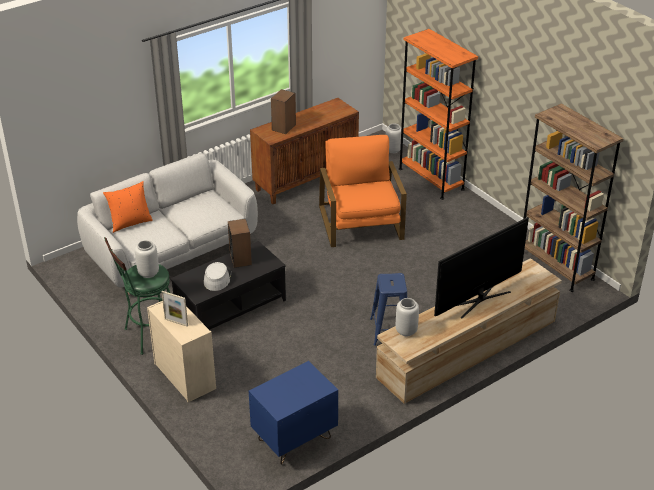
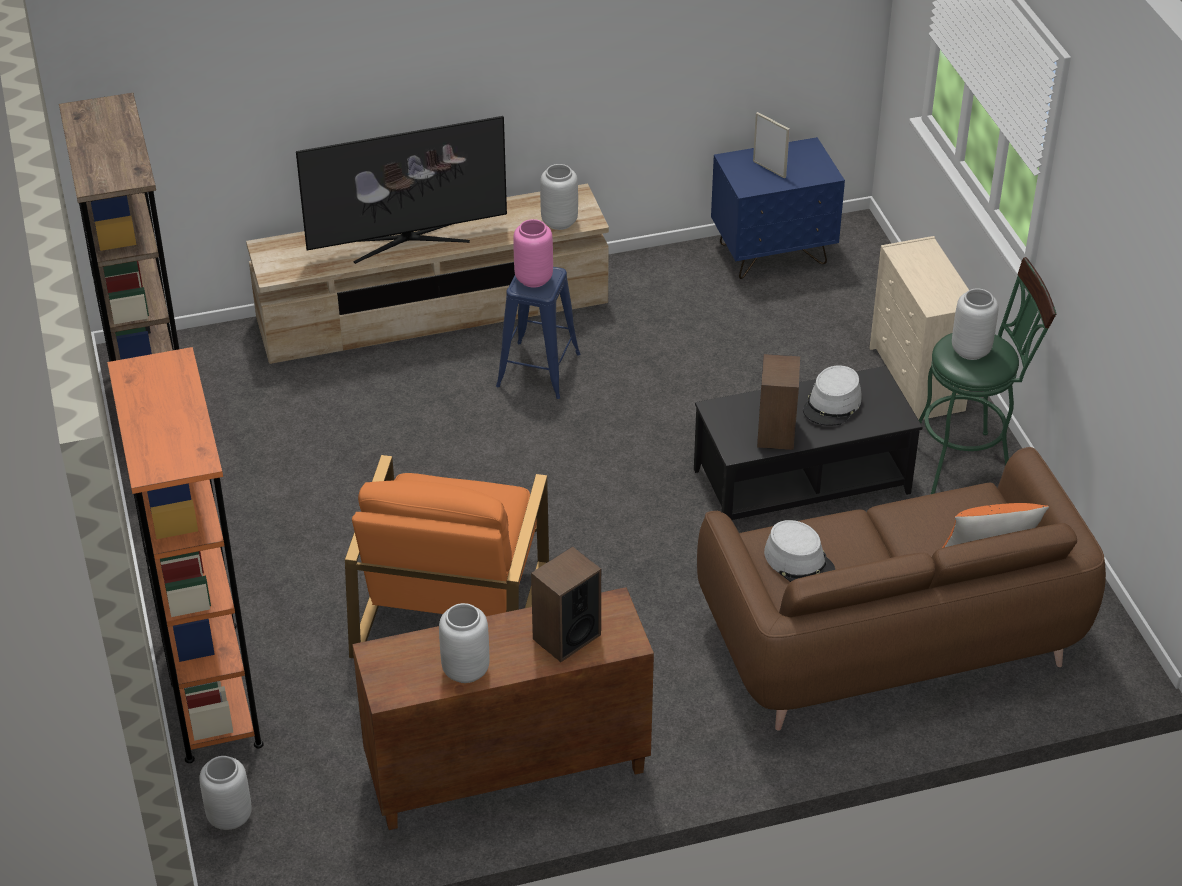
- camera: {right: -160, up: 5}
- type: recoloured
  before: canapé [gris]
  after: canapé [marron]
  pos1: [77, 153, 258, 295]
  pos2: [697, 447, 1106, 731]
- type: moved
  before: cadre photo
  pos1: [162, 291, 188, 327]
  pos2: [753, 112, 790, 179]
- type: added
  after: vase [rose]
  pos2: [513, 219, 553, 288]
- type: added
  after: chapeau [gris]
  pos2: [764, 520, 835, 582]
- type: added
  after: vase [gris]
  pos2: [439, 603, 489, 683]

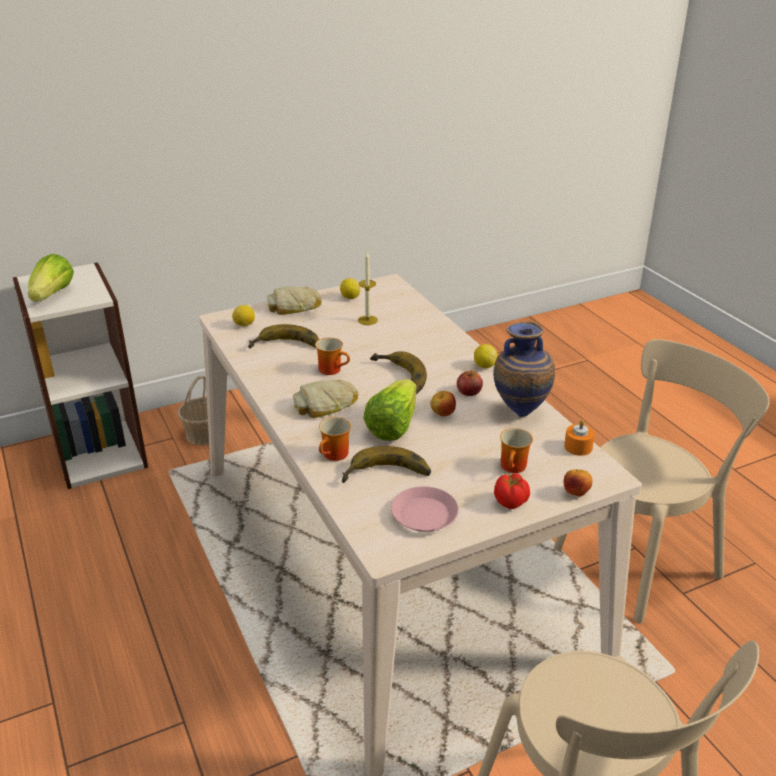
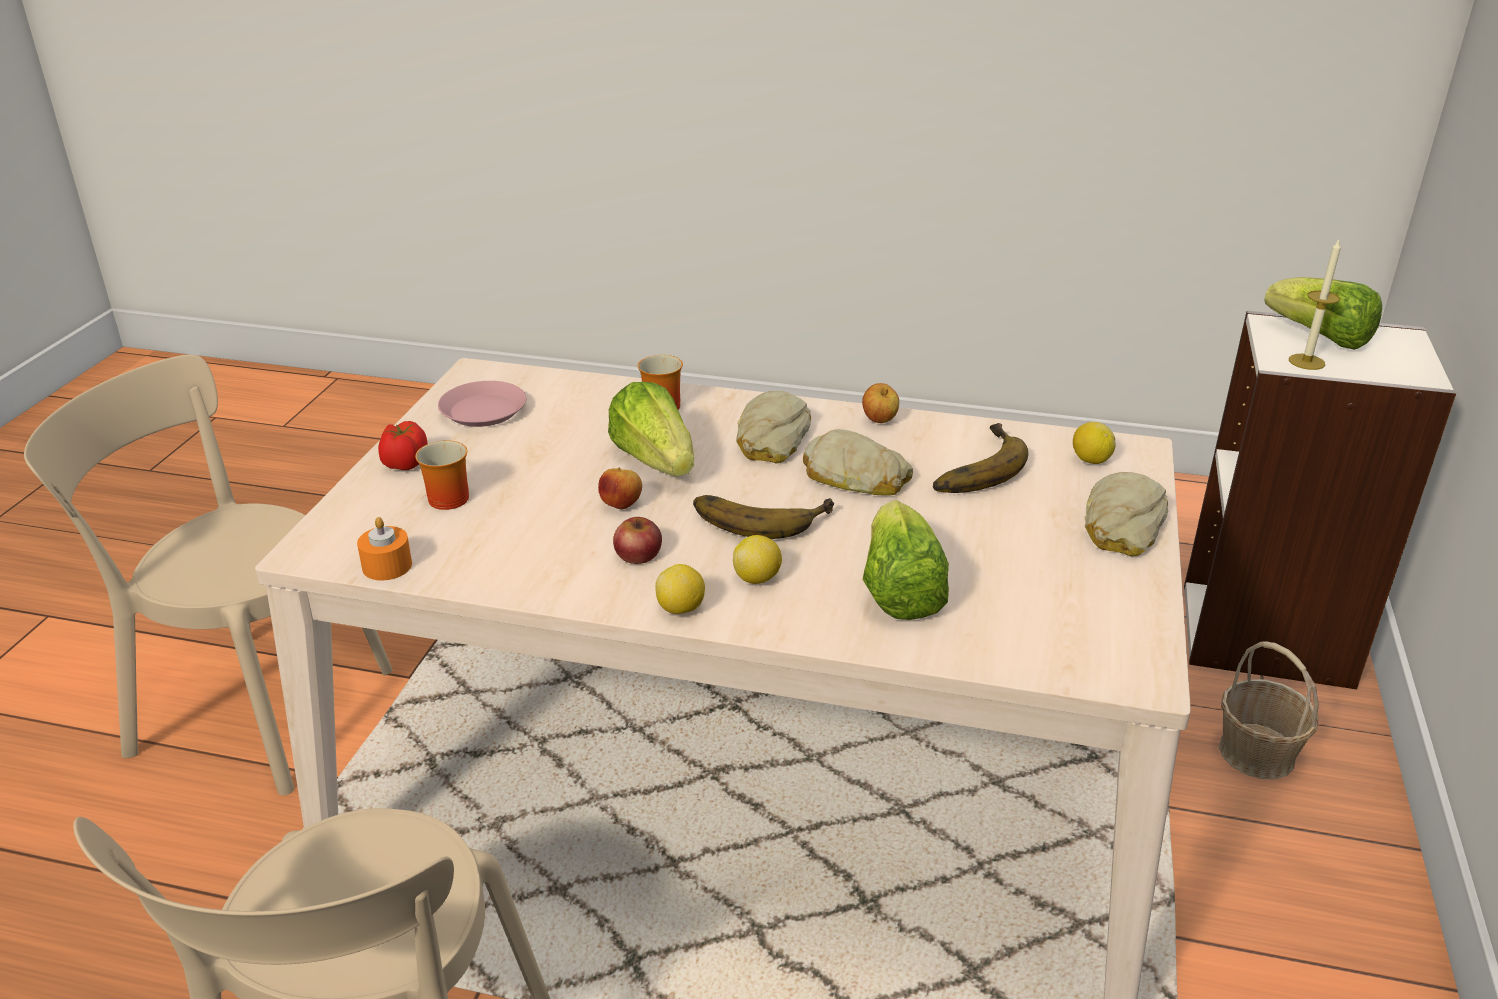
- camera: {right: 130, up: 0}
- type: moved
  before: bougie
  pos1: [358, 252, 378, 325]
  pos2: [1289, 240, 1341, 370]
- type: moved
  before: citron
  pos1: [340, 278, 360, 299]
  pos2: [733, 535, 782, 584]
- type: removed
  before: vase
  pos1: [493, 321, 555, 417]
- type: replaced
  before: mug
  after: pain
  pos1: [315, 337, 350, 375]
  pos2: [803, 429, 913, 495]
- type: removed
  before: banane
  pos1: [342, 446, 431, 483]
- type: moved
  before: pomme
  pos1: [563, 469, 593, 497]
  pos2: [862, 383, 899, 423]
- type: added
  after: laitue
  pos2: [863, 500, 949, 620]

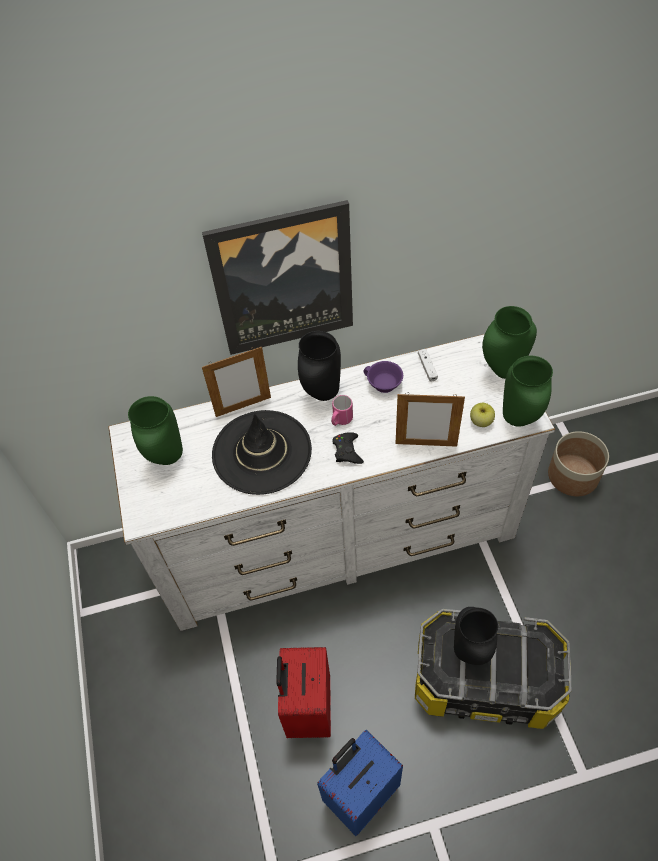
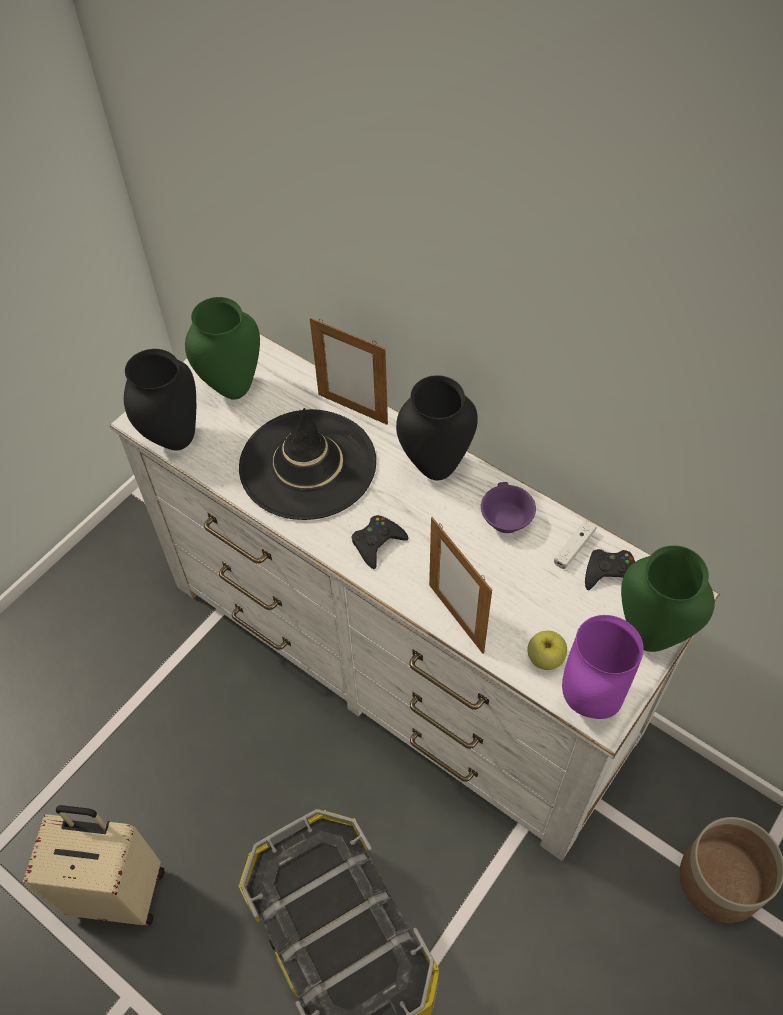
- camera: {right: 50, up: 0}
- type: removed
  before: tableau
  pos1: [202, 200, 353, 355]
- type: recoloured
  before: vase [vert]
  after: vase [violet]
  pos1: [503, 356, 553, 427]
  pos2: [562, 615, 644, 719]
- type: removed
  before: mug [rose]
  pos1: [331, 395, 353, 426]
- type: moved
  before: vase [noir]
  pos1: [454, 607, 498, 665]
  pos2: [124, 349, 196, 451]
- type: removed
  before: valise [rouge]
  pos1: [276, 647, 331, 738]
- type: recoloured
  before: valise [bleu]
  after: valise [beige]
  pos1: [317, 730, 403, 836]
  pos2: [23, 805, 164, 926]
- type: added
  after: manette [noir]
  pos2: [585, 549, 635, 590]

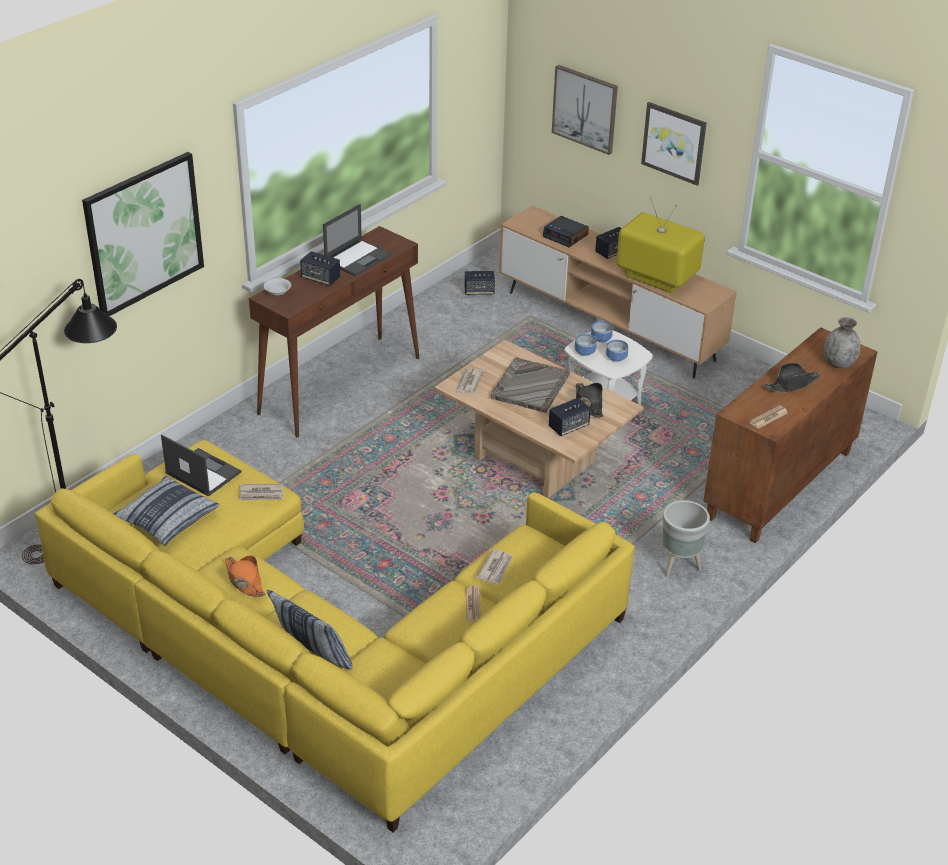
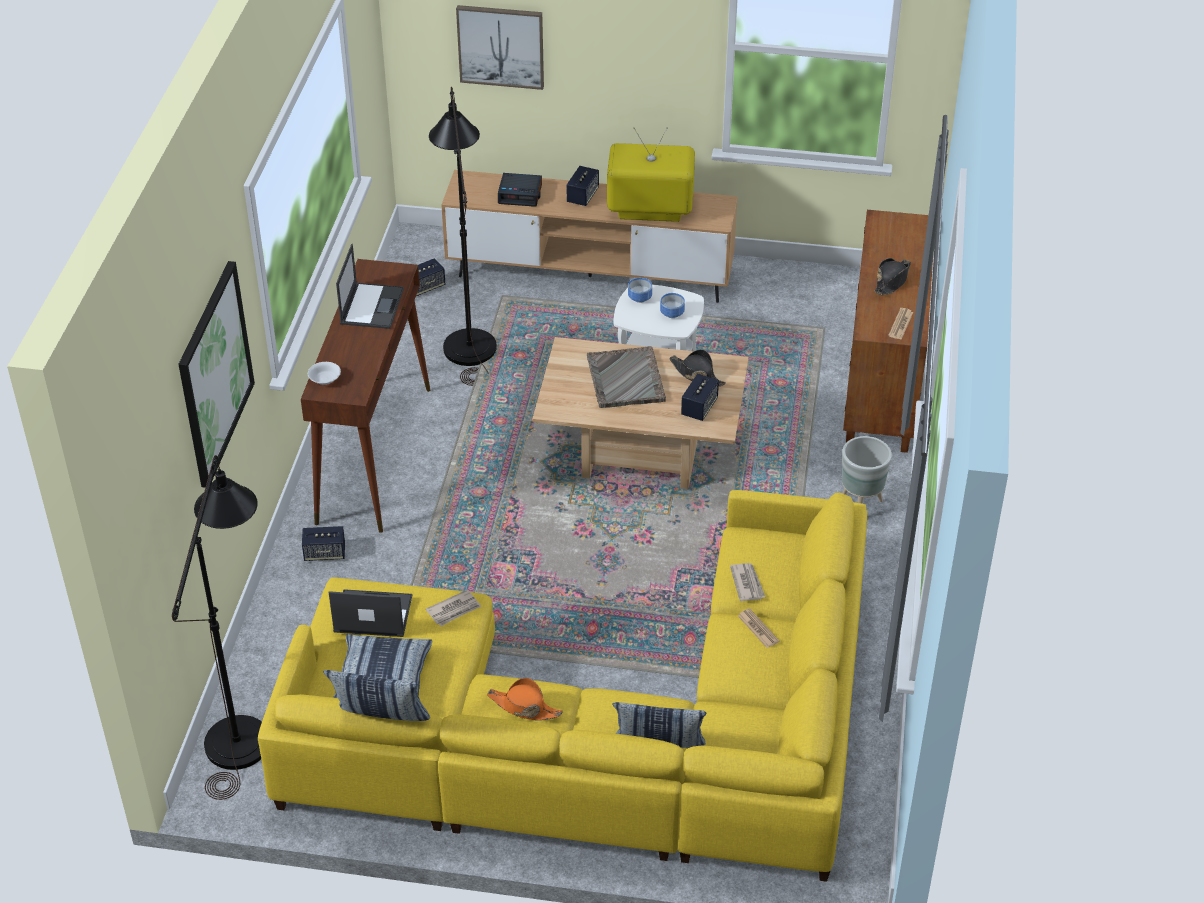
- camera: {right: -30, up: 5}
- type: removed
  before: tableau
  pos1: [641, 102, 707, 186]
- type: moved
  before: enceinte
  pos1: [300, 251, 340, 286]
  pos2: [302, 526, 345, 561]
- type: removed
  before: vase [gris]
  pos1: [824, 317, 861, 368]
- type: removed
  before: bol
  pos1: [574, 334, 597, 356]
- type: removed
  before: journal
  pos1: [455, 368, 484, 394]
- type: added
  after: lampadaire [noir]
  pos2: [429, 87, 497, 386]
- type: added
  after: coussin
  pos2: [323, 670, 430, 721]

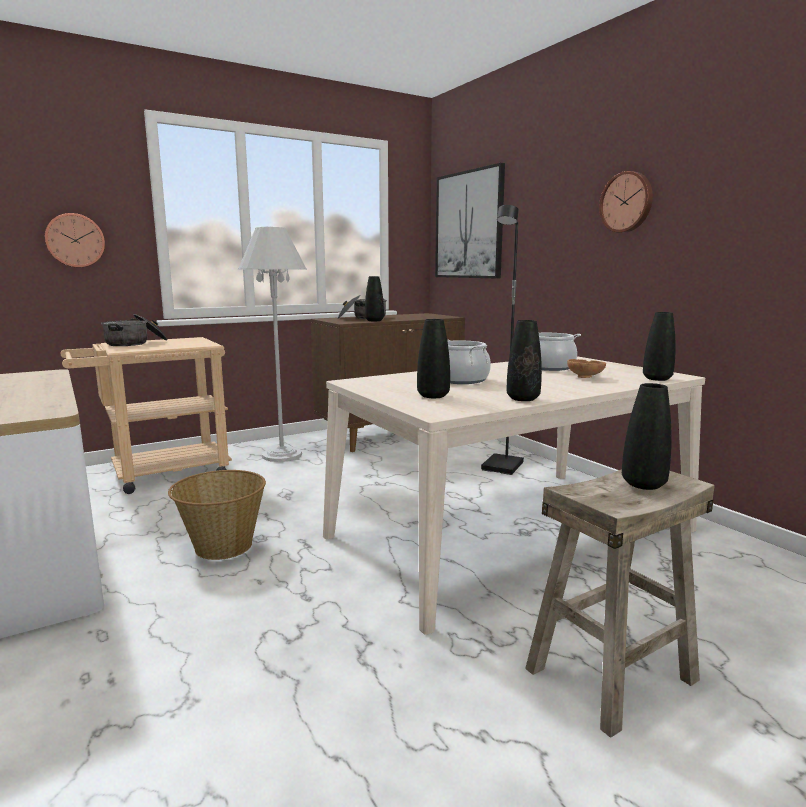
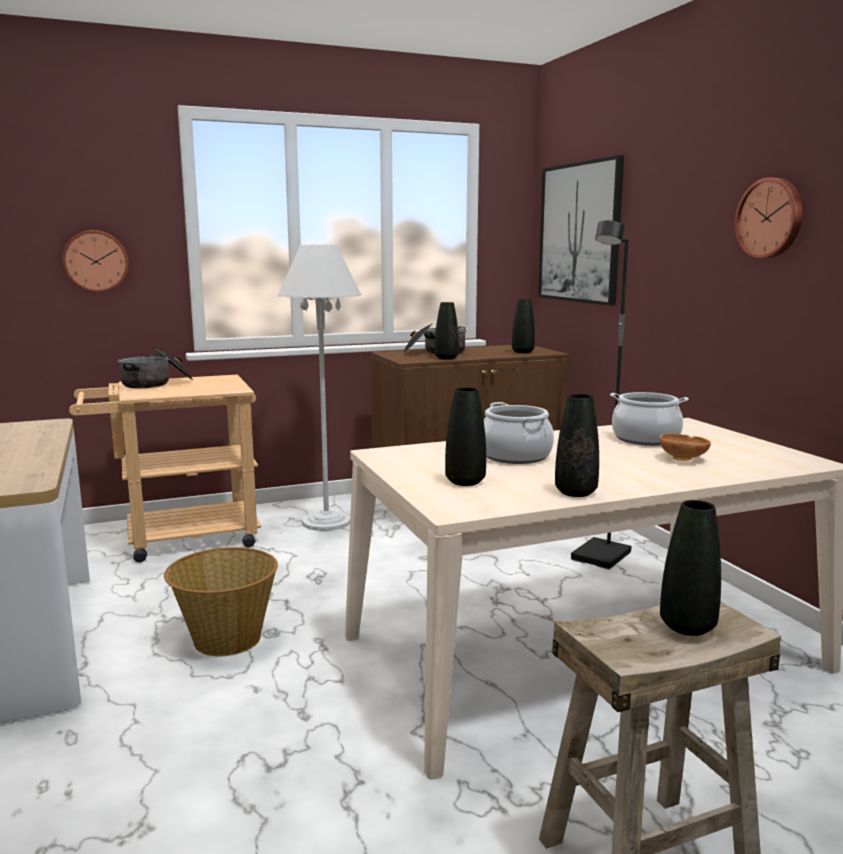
- camera: {right: 10, up: 0}
- type: moved
  before: vase [noir]
  pos1: [643, 312, 676, 381]
  pos2: [512, 299, 535, 353]

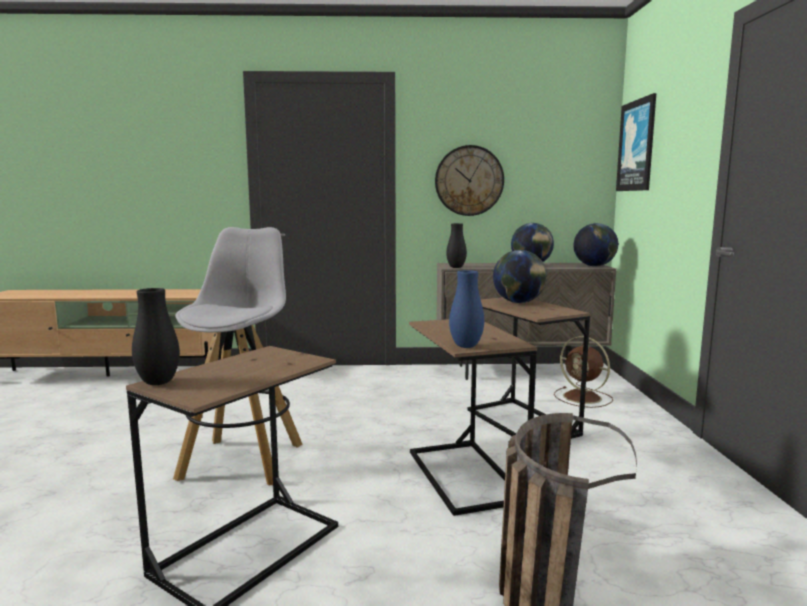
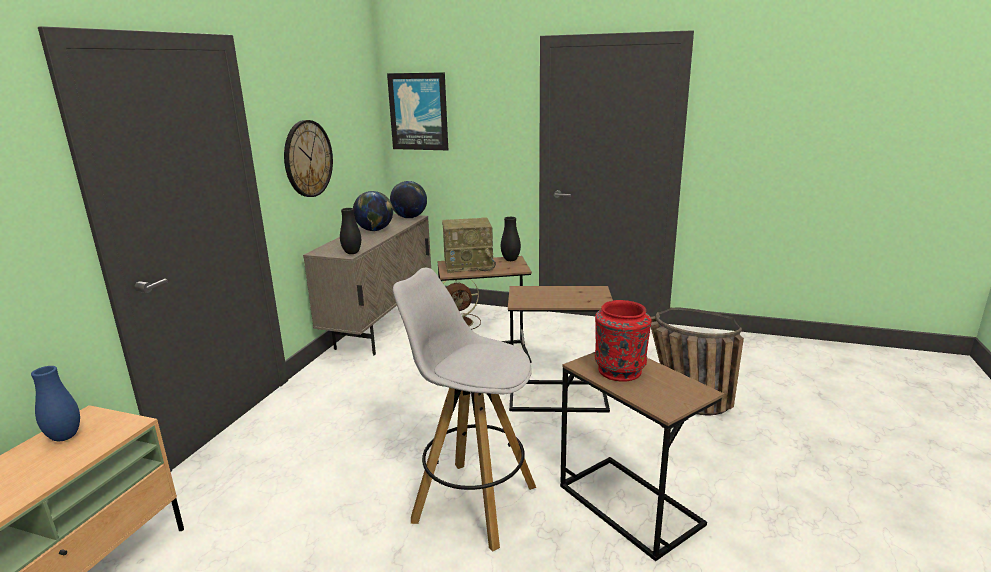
- camera: {right: -70, up: 10}
- type: replaced
  before: globe
  after: radio
  pos1: [493, 250, 547, 303]
  pos2: [442, 217, 496, 273]
- type: moved
  before: vase [bleu]
  pos1: [449, 270, 484, 348]
  pos2: [31, 366, 80, 442]
- type: moved
  before: vase [noir]
  pos1: [132, 288, 180, 385]
  pos2: [501, 217, 521, 261]
- type: added
  after: vase [rouge]
  pos2: [595, 300, 652, 382]

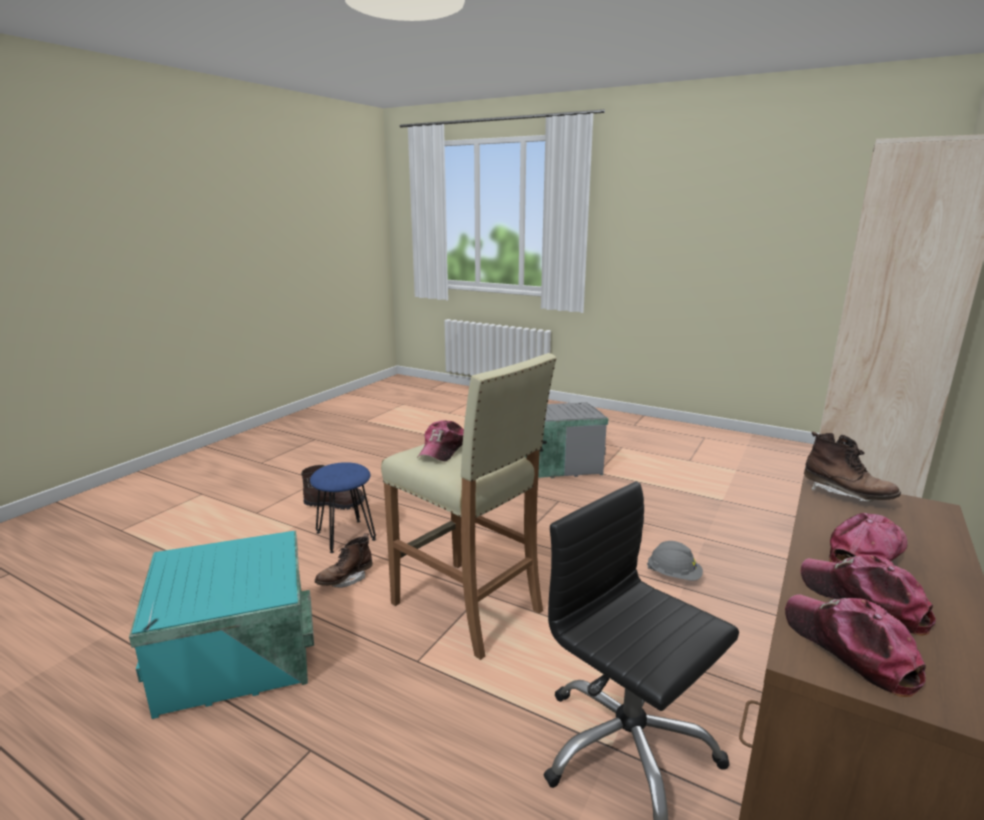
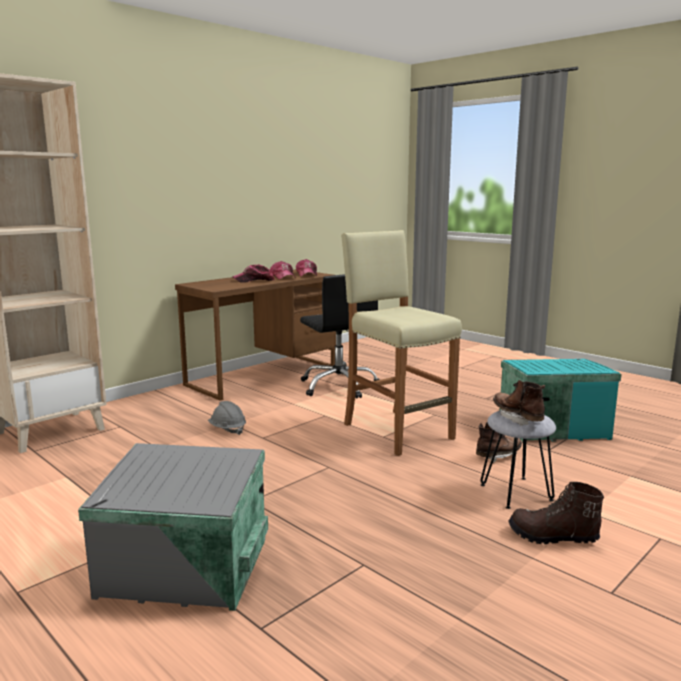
- camera: {right: -165, up: -5}
- type: removed
  before: casquette
  pos1: [417, 420, 464, 461]
- type: moved
  before: botte [marron]
  pos1: [804, 432, 901, 502]
  pos2: [493, 380, 545, 426]
- type: recoloured
  before: tabouret [bleu]
  after: tabouret [gris]
  pos1: [310, 462, 376, 553]
  pos2: [480, 410, 556, 509]

